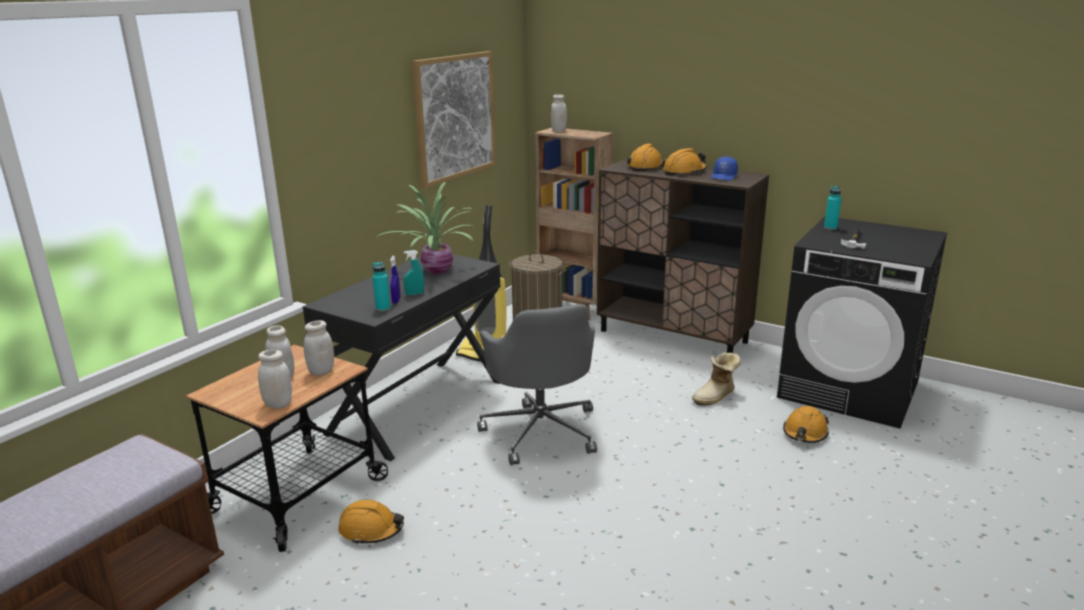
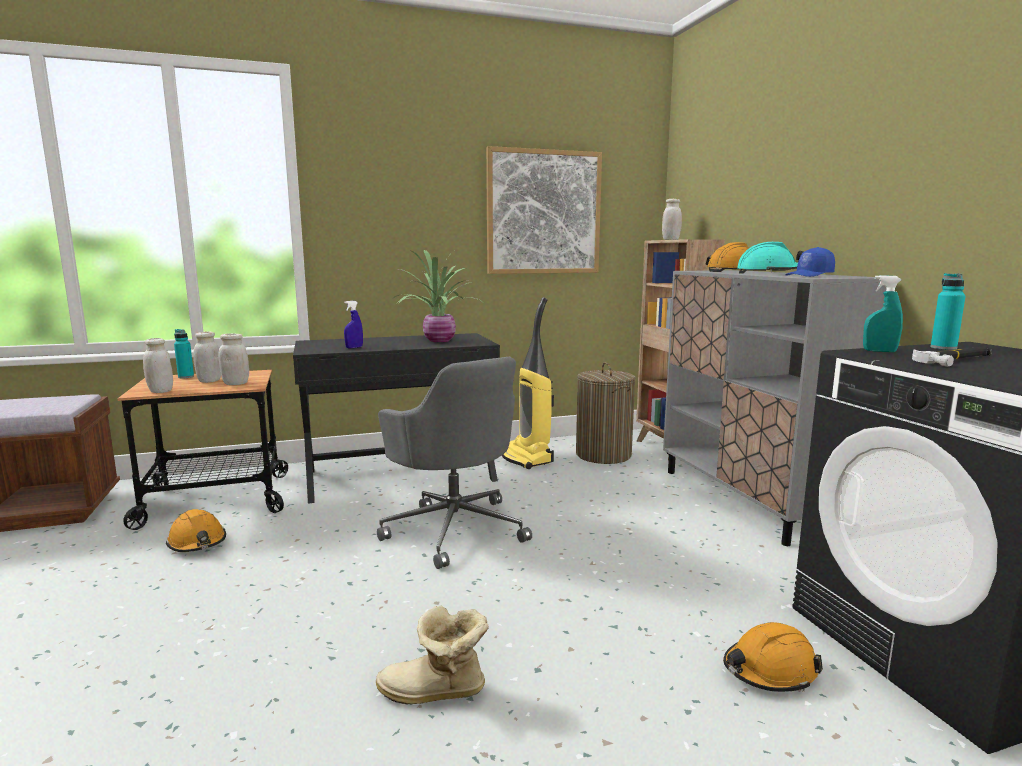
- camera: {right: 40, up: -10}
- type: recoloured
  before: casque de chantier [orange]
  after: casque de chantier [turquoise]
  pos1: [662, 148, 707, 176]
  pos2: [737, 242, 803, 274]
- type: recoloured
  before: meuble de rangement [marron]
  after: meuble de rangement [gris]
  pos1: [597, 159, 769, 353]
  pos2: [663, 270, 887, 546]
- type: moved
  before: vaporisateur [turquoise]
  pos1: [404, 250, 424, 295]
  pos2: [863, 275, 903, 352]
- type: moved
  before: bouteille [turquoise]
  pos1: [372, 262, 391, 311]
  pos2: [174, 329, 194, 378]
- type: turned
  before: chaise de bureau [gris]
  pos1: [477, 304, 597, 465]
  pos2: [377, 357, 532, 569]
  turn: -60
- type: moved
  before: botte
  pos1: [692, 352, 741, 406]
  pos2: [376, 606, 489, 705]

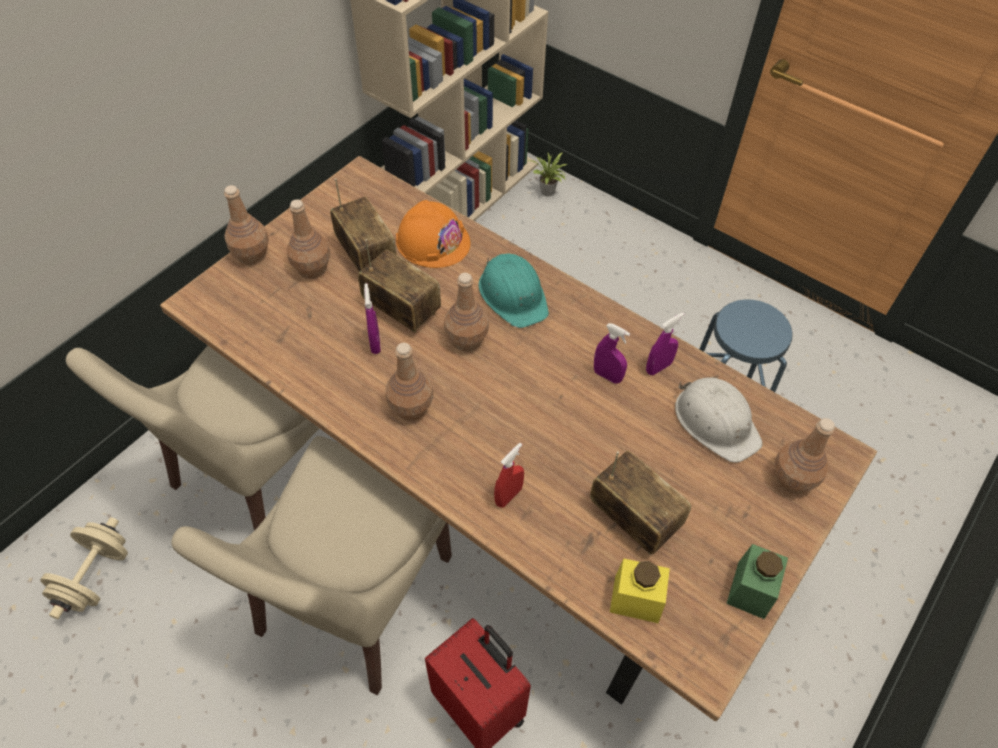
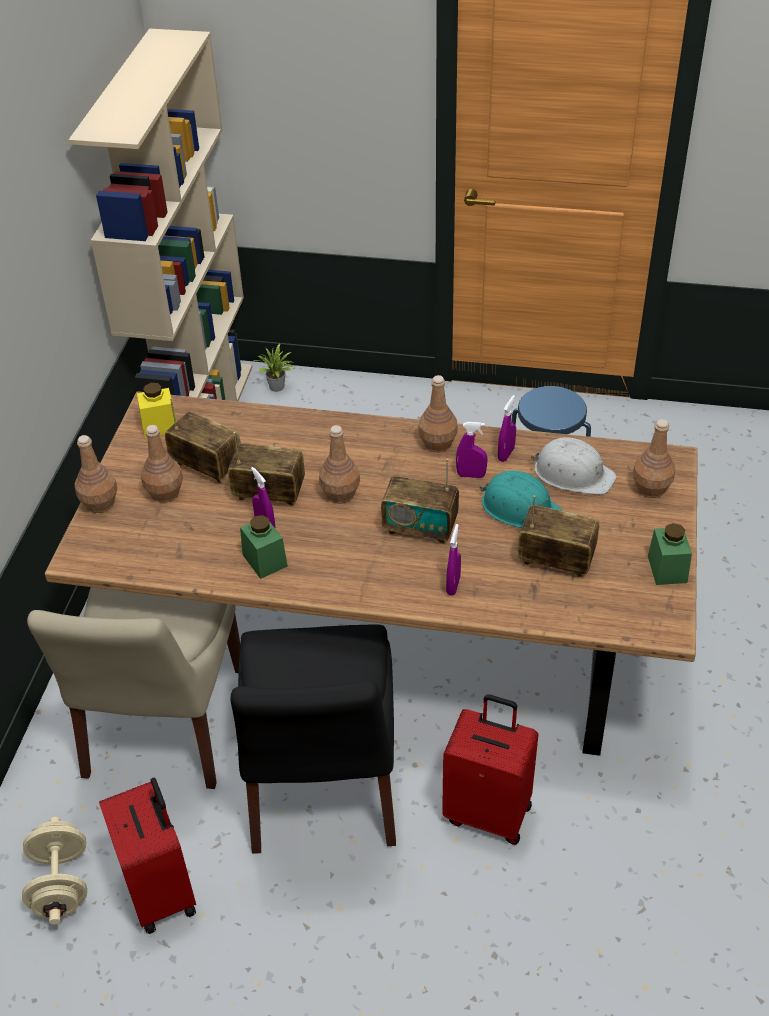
- camera: {right: -25, up: -10}
- type: removed
  before: casque de chantier [orange]
  pos1: [396, 200, 470, 268]
- type: moved
  before: casque de chantier [turquoise]
  pos1: [479, 253, 549, 328]
  pos2: [479, 470, 563, 528]
- type: moved
  before: bouteille [marron]
  pos1: [386, 343, 433, 421]
  pos2: [418, 375, 458, 452]
- type: recoloured
  before: chaise [beige]
  after: chaise [noir]
  pos1: [171, 436, 452, 695]
  pos2: [231, 624, 396, 854]
- type: recoloured
  before: vaporisateur [rouge]
  after: vaporisateur [violet]
  pos1: [494, 443, 524, 508]
  pos2: [446, 524, 461, 595]
- type: moved
  before: bocal [jaune]
  pos1: [610, 559, 670, 623]
  pos2: [137, 383, 177, 438]
- type: added
  after: radio
  pos2: [381, 459, 459, 544]
- type: added
  after: bocal [vert]
  pos2: [240, 515, 288, 579]
- type: added
  after: valise [rouge]
  pos2: [99, 778, 196, 934]

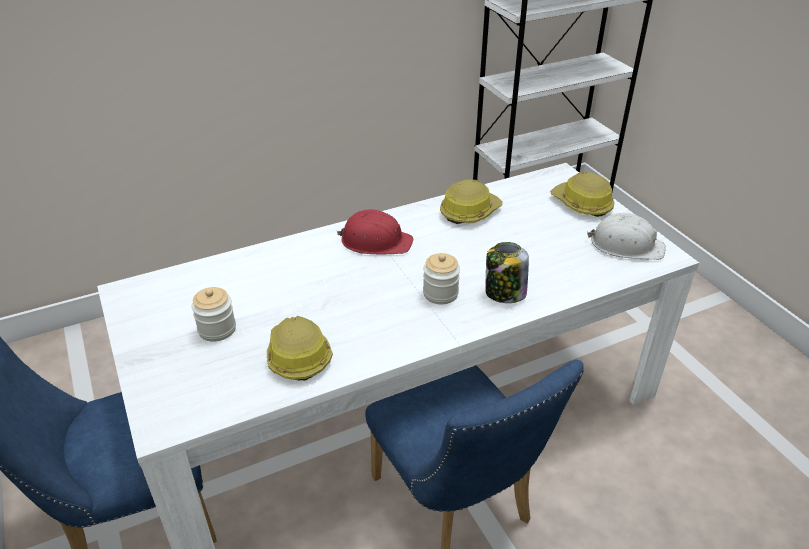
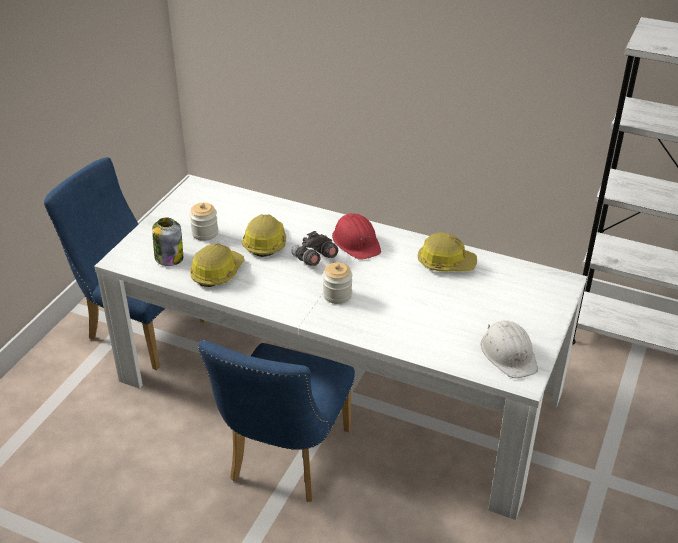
- camera: {right: 50, up: 0}
- type: moved
  before: casque de chantier
  pos1: [550, 172, 615, 217]
  pos2: [242, 214, 286, 257]
- type: moved
  before: bocal
  pos1: [485, 242, 529, 303]
  pos2: [152, 218, 183, 266]
- type: added
  after: jumelles [gris]
  pos2: [291, 231, 338, 266]

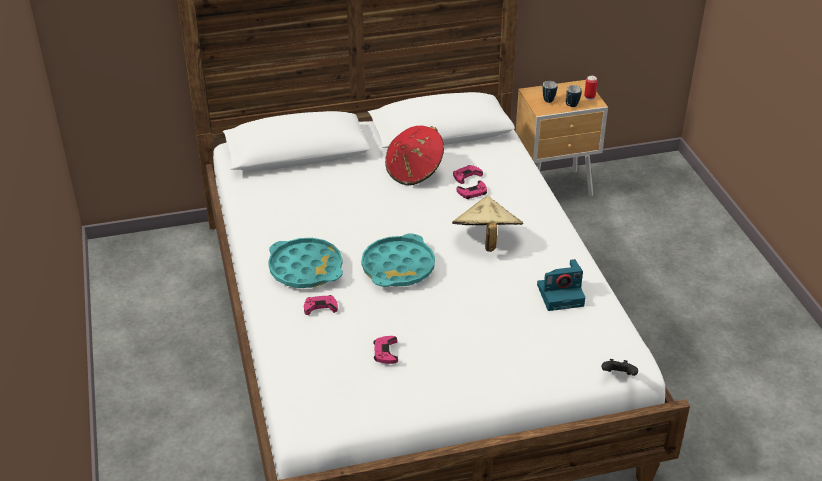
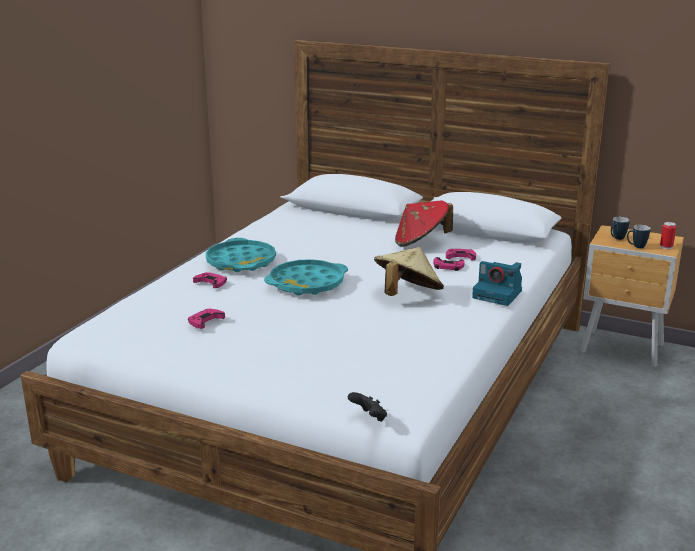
- camera: {right: 40, up: -15}
- type: moved
  before: appareil photo
  pos1: [537, 259, 586, 311]
  pos2: [472, 261, 522, 306]

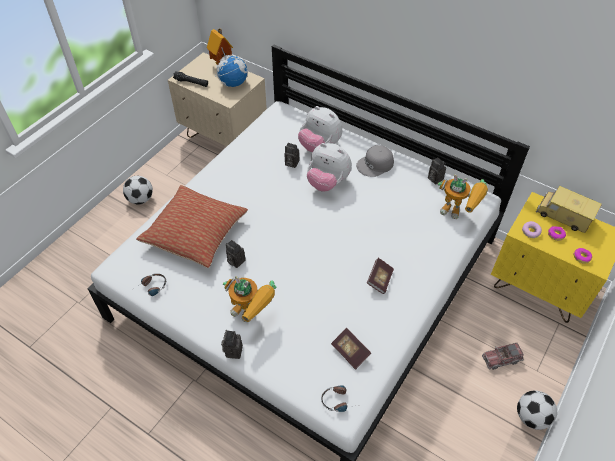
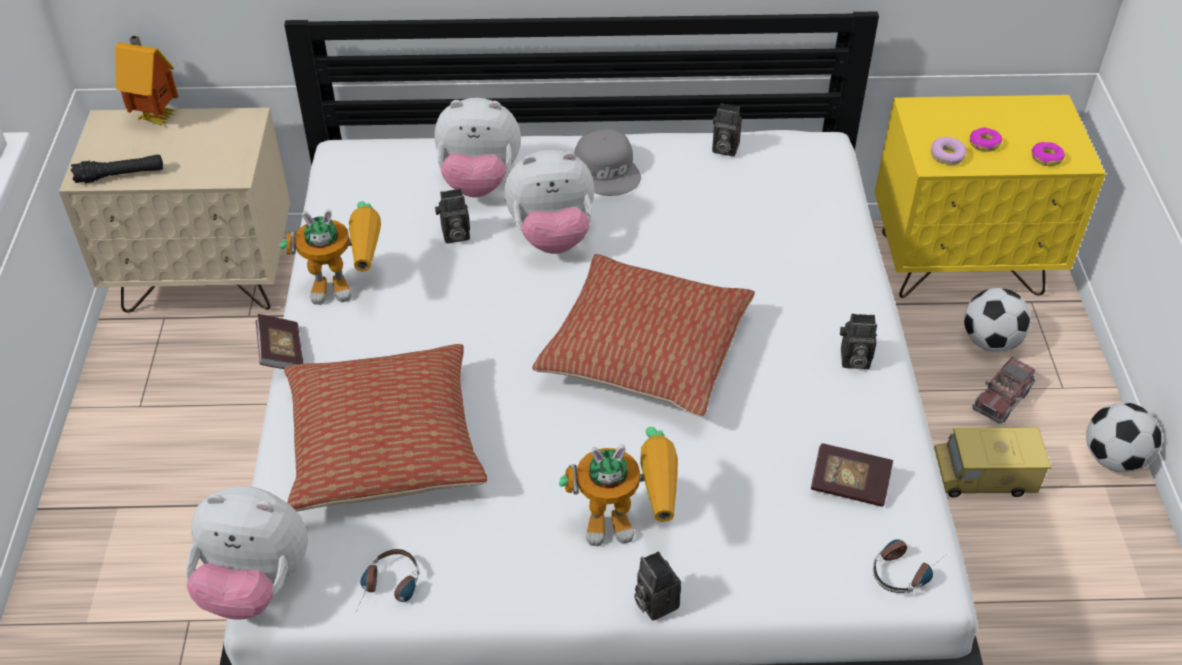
- camera: {right: -35, up: -5}
- type: removed
  before: globe
  pos1: [215, 47, 248, 87]
- type: turned
  before: casquette [gris]
  pos1: [356, 145, 394, 177]
  pos2: [574, 129, 641, 196]
  turn: -45
- type: moved
  before: robot jouet
  pos1: [438, 174, 488, 219]
  pos2: [279, 201, 381, 305]
- type: moved
  before: ballon de foot
  pos1: [123, 176, 153, 204]
  pos2: [964, 288, 1031, 352]
- type: moved
  before: camion jouet
  pos1: [536, 186, 602, 233]
  pos2: [934, 428, 1051, 497]
- type: moved
  before: appareil photo
  pos1: [226, 240, 246, 268]
  pos2: [840, 314, 877, 369]
- type: moved
  before: livre
  pos1: [367, 258, 394, 294]
  pos2: [256, 314, 304, 369]
- type: added
  after: coussin
  pos2: [532, 254, 755, 417]
- type: added
  after: peluche
  pos2: [186, 486, 308, 620]

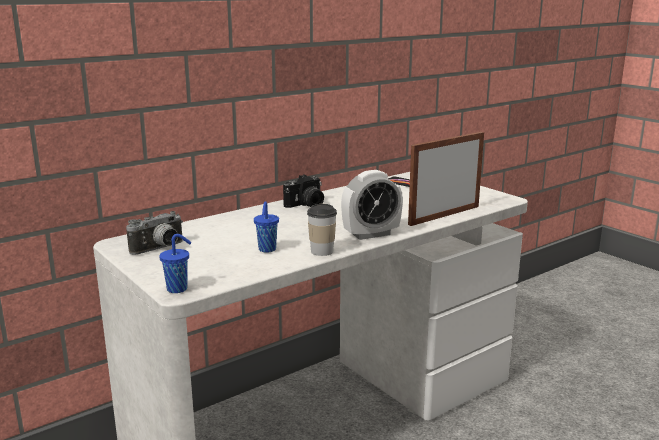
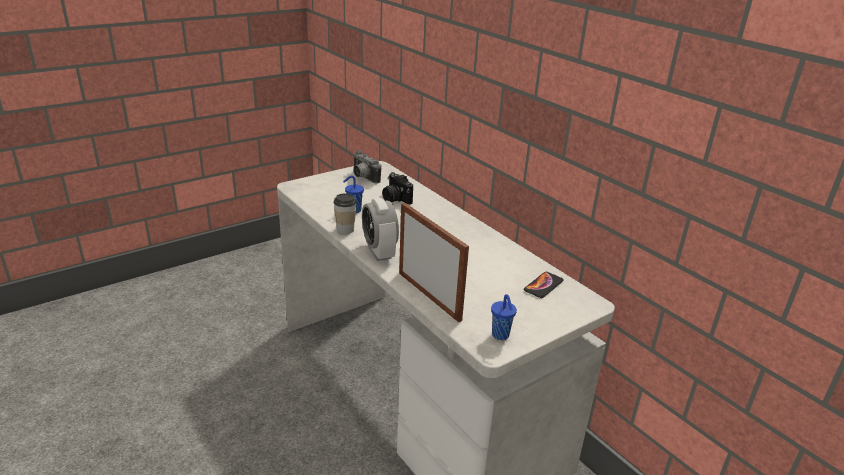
- camera: {right: 90, up: 10}
- type: moved
  before: appareil photo
  pos1: [283, 174, 324, 208]
  pos2: [382, 172, 413, 204]
- type: moved
  before: tasse [bleu]
  pos1: [159, 234, 191, 293]
  pos2: [491, 294, 517, 340]

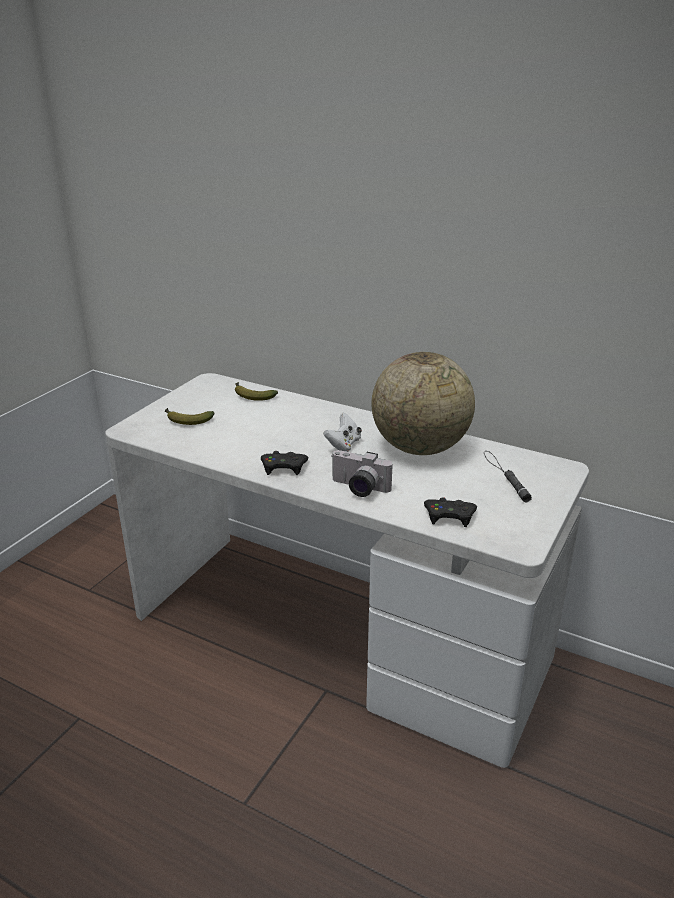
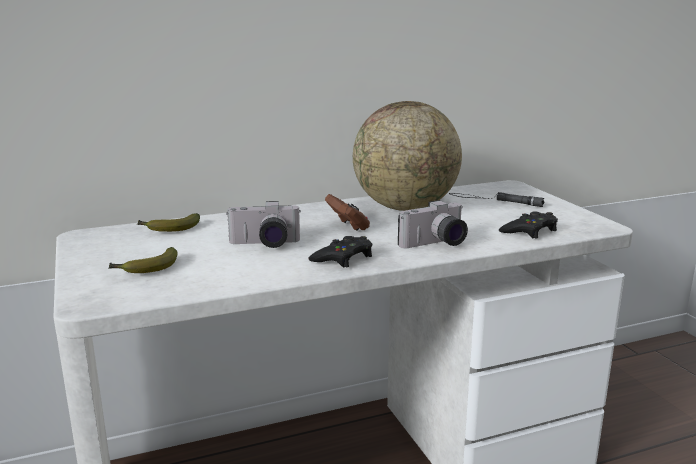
- camera: {right: -50, up: -10}
- type: recoloured
  before: manette [blanc]
  after: manette [marron]
  pos1: [324, 413, 362, 452]
  pos2: [325, 194, 370, 231]
- type: added
  after: appareil photo
  pos2: [226, 201, 301, 248]

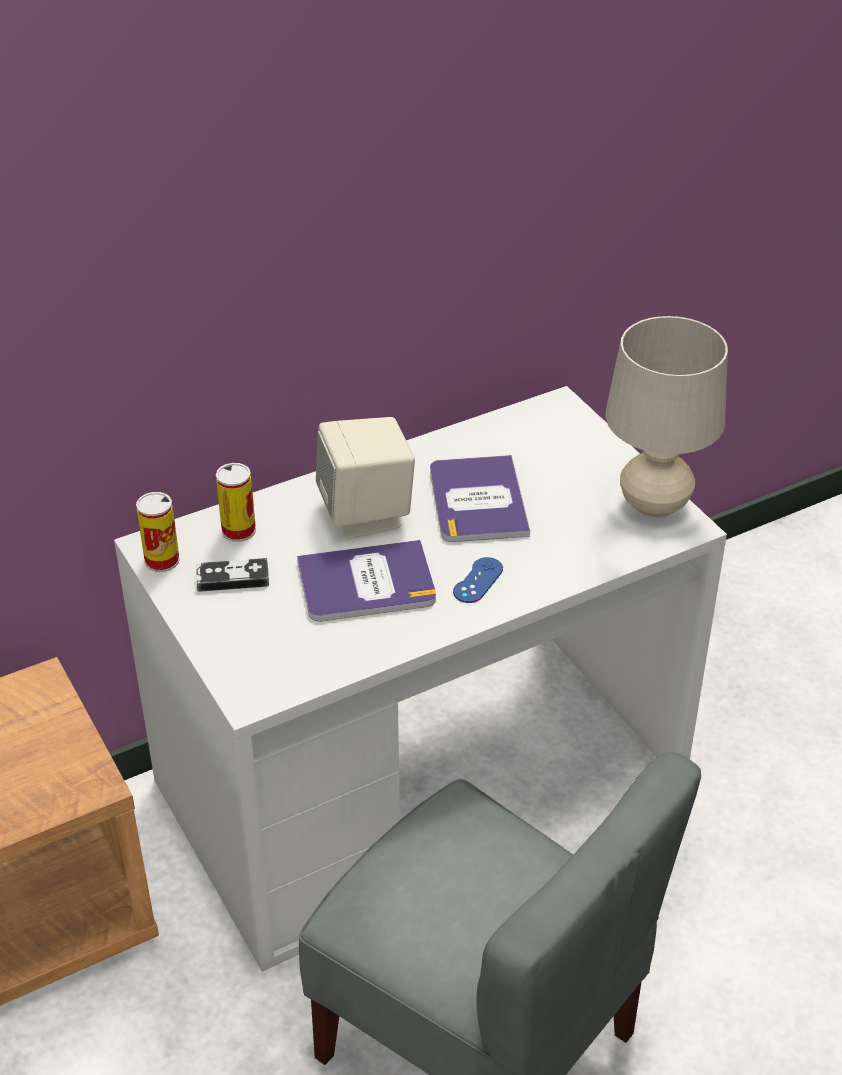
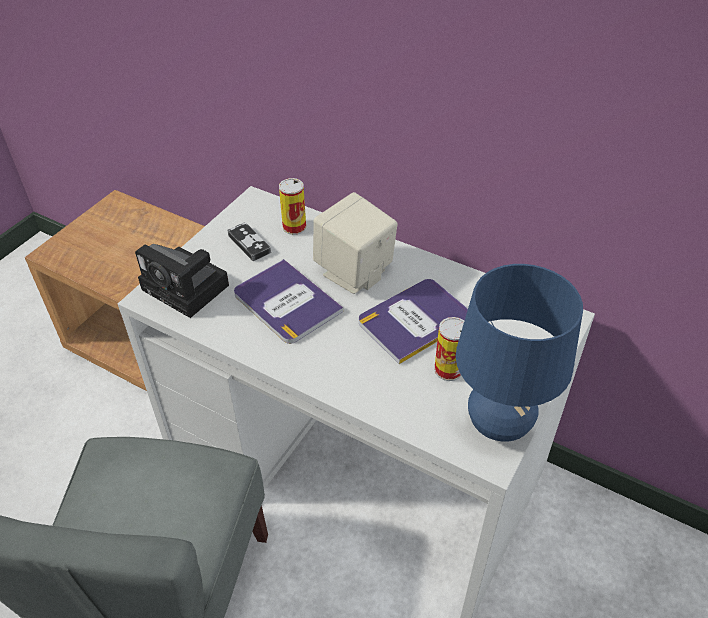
- camera: {right: 60, up: 5}
- type: recoloured
  before: lampe de table [beige]
  after: lampe de table [bleu]
  pos1: [605, 316, 728, 518]
  pos2: [456, 264, 583, 442]
- type: moved
  before: boîte métallique
  pos1: [136, 492, 180, 572]
  pos2: [434, 317, 465, 381]
- type: removed
  before: manette [bleu]
  pos1: [453, 557, 503, 603]
- type: added
  after: appareil photo
  pos2: [135, 244, 229, 318]

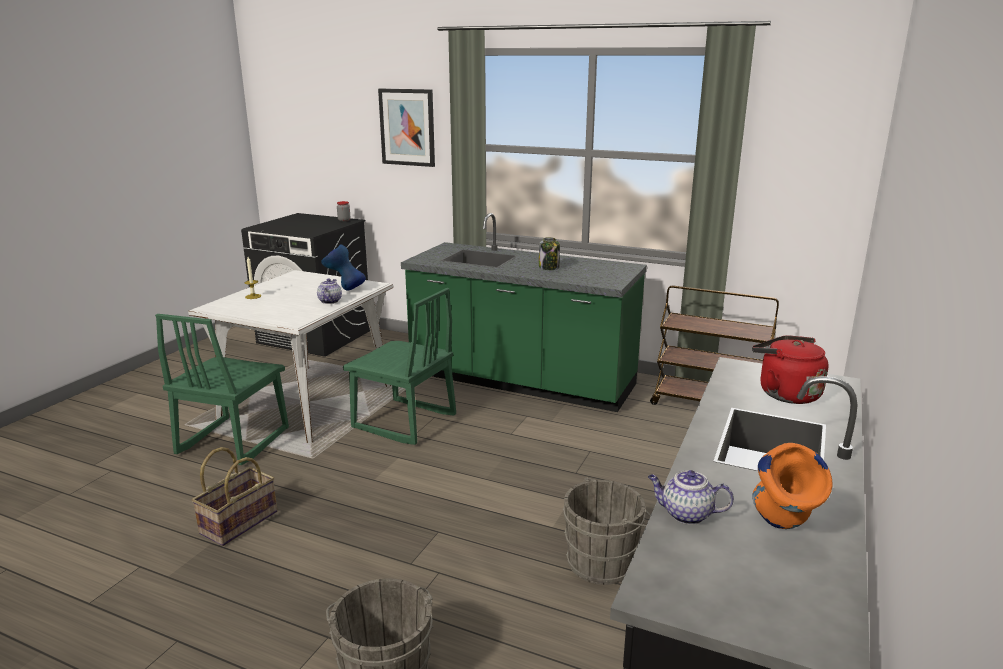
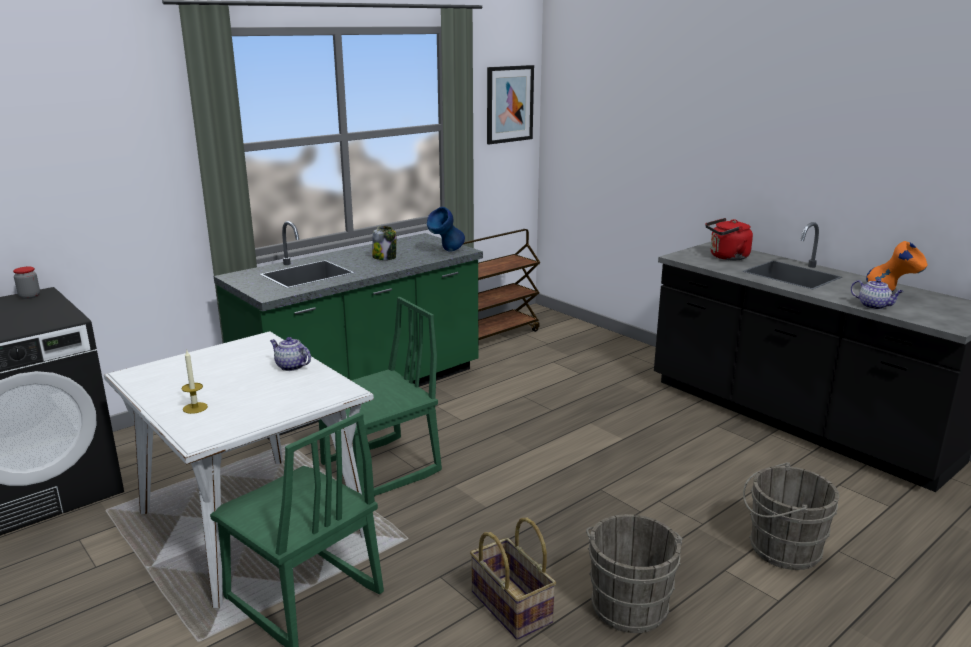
- camera: {right: -65, up: 0}
- type: moved
  before: tableau
  pos1: [378, 89, 435, 167]
  pos2: [487, 65, 534, 144]
- type: moved
  before: vase [bleu]
  pos1: [321, 244, 366, 291]
  pos2: [427, 207, 465, 252]
- type: turned
  before: théière
  pos1: [648, 470, 734, 525]
  pos2: [851, 279, 904, 310]
  turn: -90
- type: moved
  before: seau [gris]
  pos1: [562, 478, 651, 585]
  pos2: [586, 514, 683, 633]

